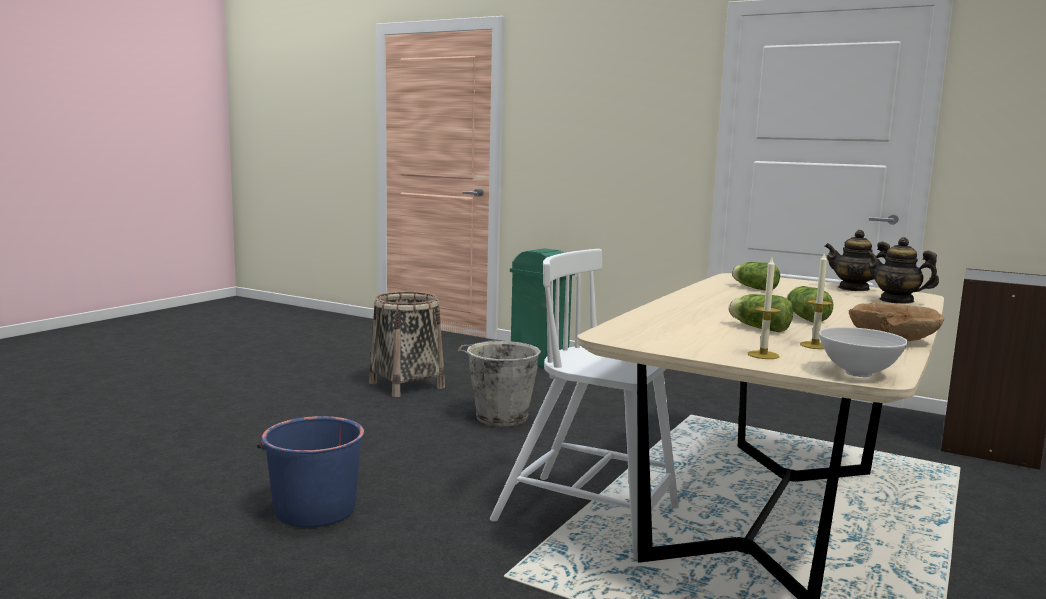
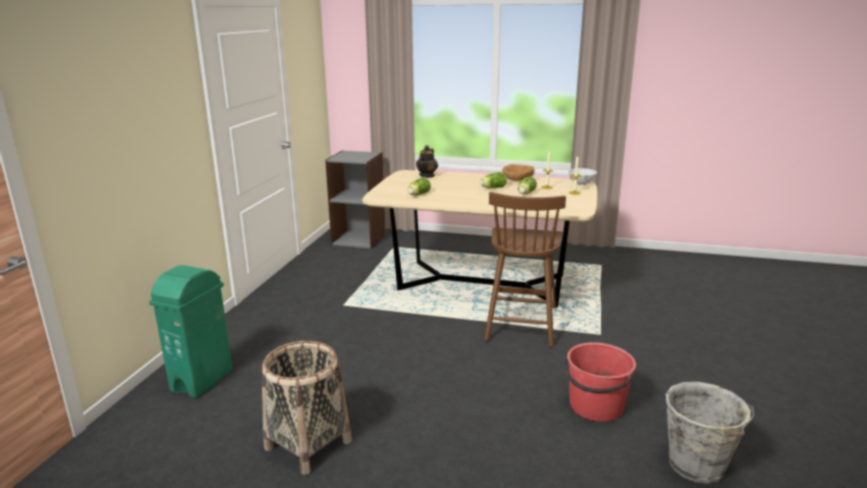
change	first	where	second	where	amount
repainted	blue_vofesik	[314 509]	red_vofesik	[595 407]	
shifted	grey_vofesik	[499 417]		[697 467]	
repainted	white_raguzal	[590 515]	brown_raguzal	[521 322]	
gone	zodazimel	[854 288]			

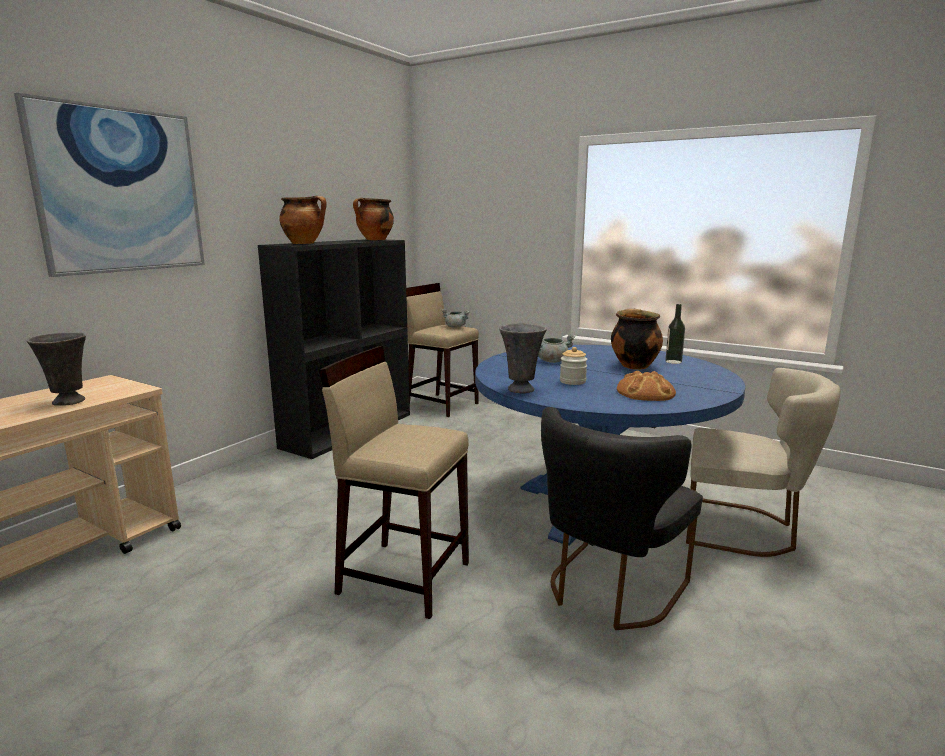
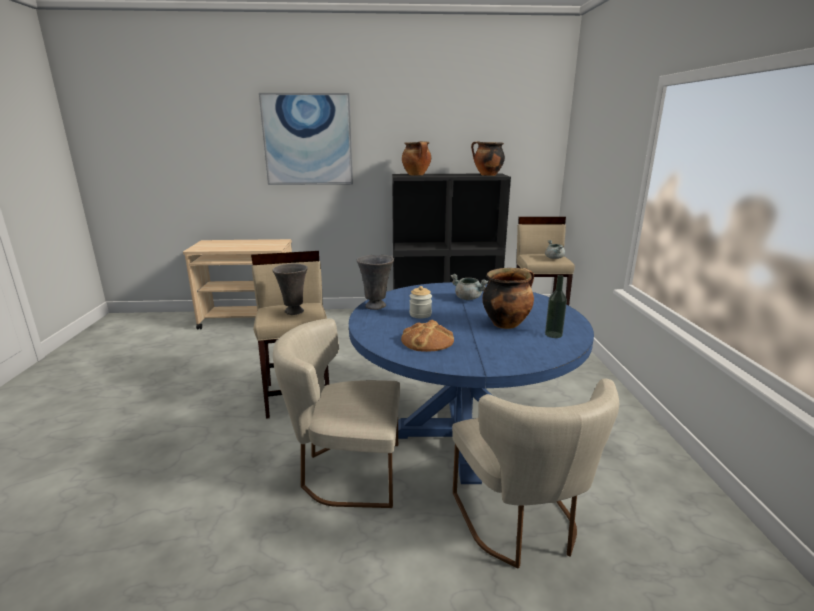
change	first	where	second	where	amount
shifted	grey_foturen	[69 402]		[294 312]	
repainted	black_raguzal	[609 591]	beige_raguzal	[345 472]	

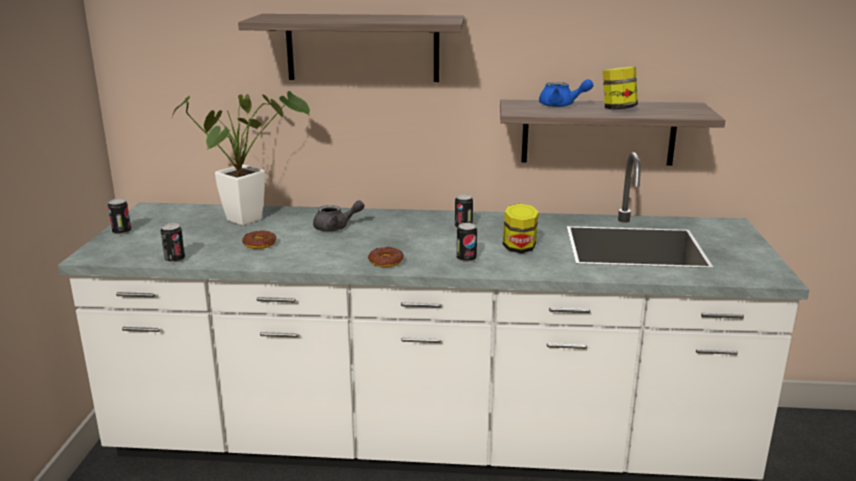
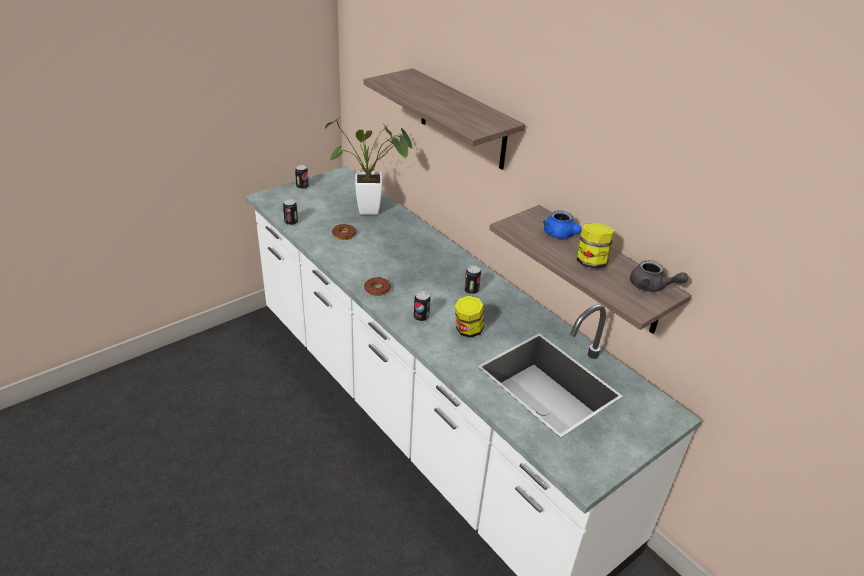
change	first	where	second	where	amount
shifted	grey_zodazimel	[336 227]		[652 287]	

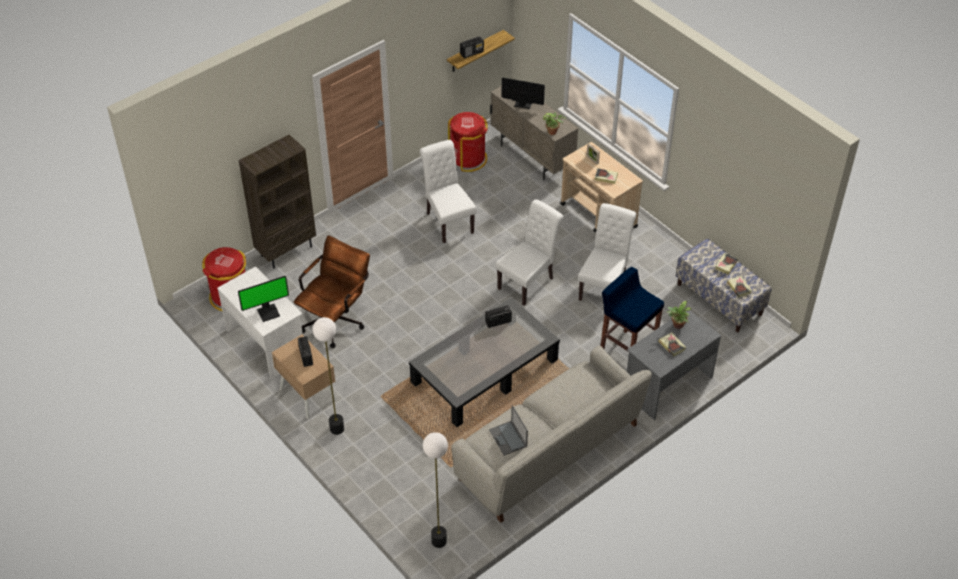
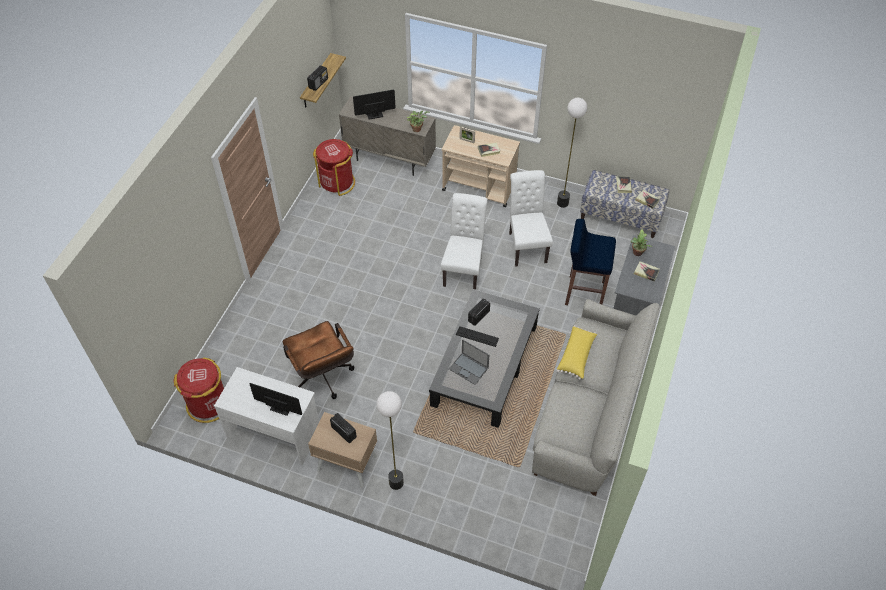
change	first	where	second	where	amount
rotated	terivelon	[268 312]		[281 406]	105 degrees counterclockwise
gone	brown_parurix	[286 250]			
rotated	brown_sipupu	[336 319]		[323 379]	150 degrees clockwise
gone	white_raguzal	[448 221]			
shifted	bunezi	[439 541]		[562 203]	
shifted	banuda	[508 438]		[469 368]	
new			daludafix	[477 336]	
new			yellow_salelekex	[576 356]	

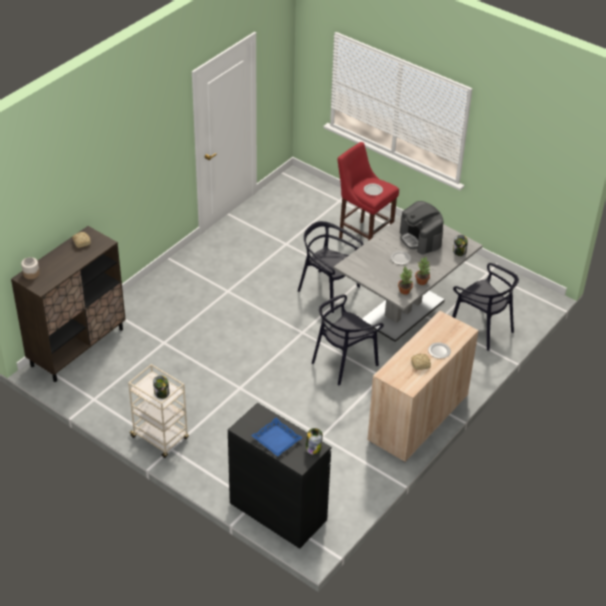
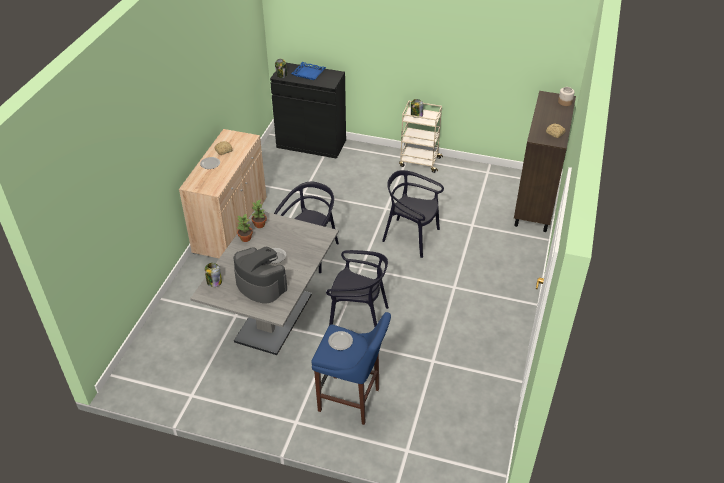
change	first	where	second	where	amount
repainted	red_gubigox	[363 236]	blue_gubigox	[352 401]	
shifted	black_raguzal	[481 328]		[411 237]	

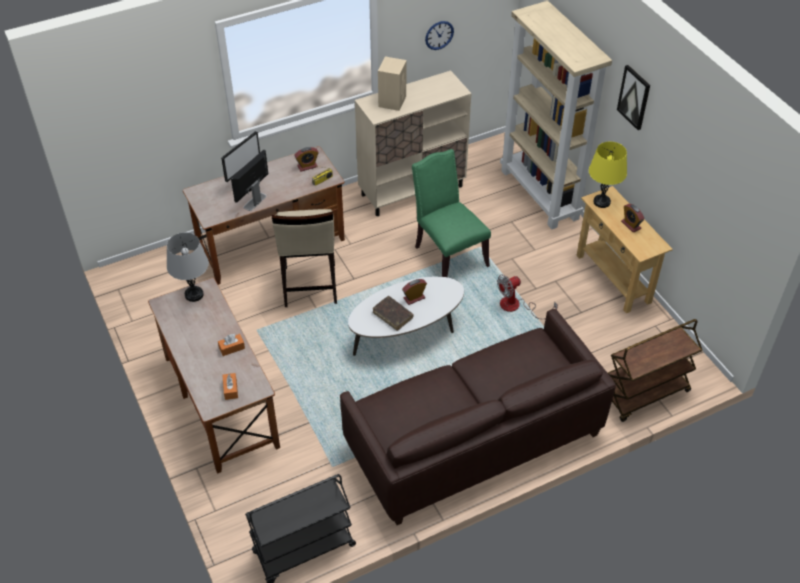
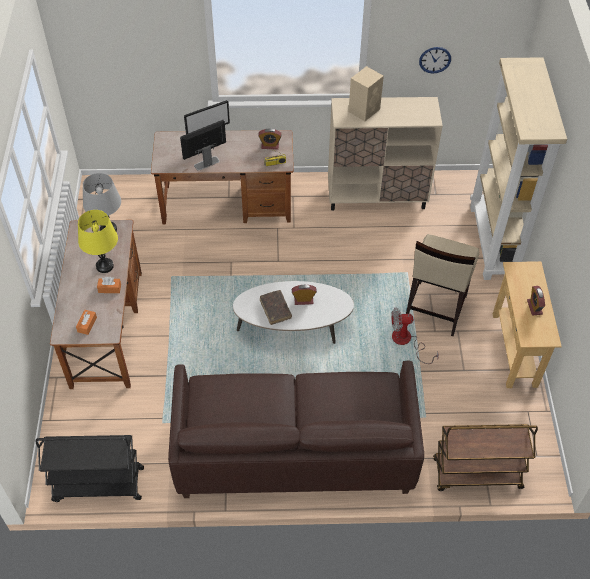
change	first	where	second	where	amount
shifted	beige_gubigox	[309 286]		[435 309]	
gone	green_raguzal	[448 255]			
shifted	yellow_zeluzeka	[601 202]		[104 266]	
gone	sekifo	[634 97]			

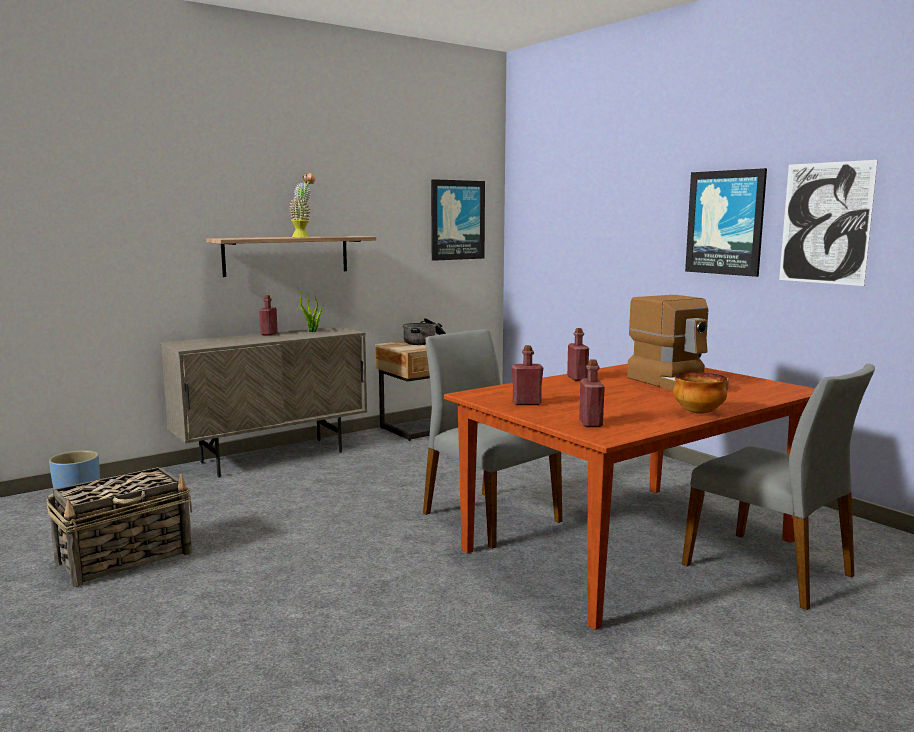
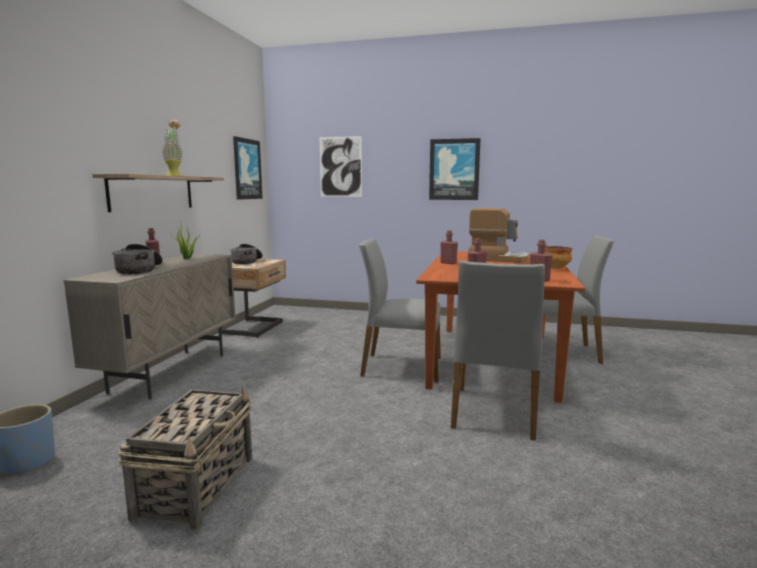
change	first	where	second	where	amount
shifted	sekifo	[825 223]		[340 167]	
new			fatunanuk	[139 270]	
new			grey_raguzal	[495 412]	

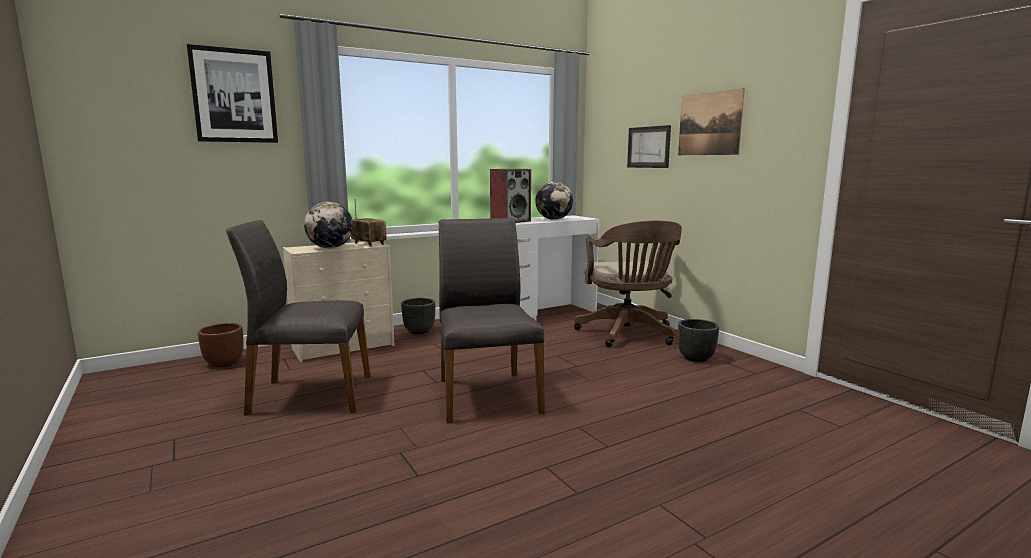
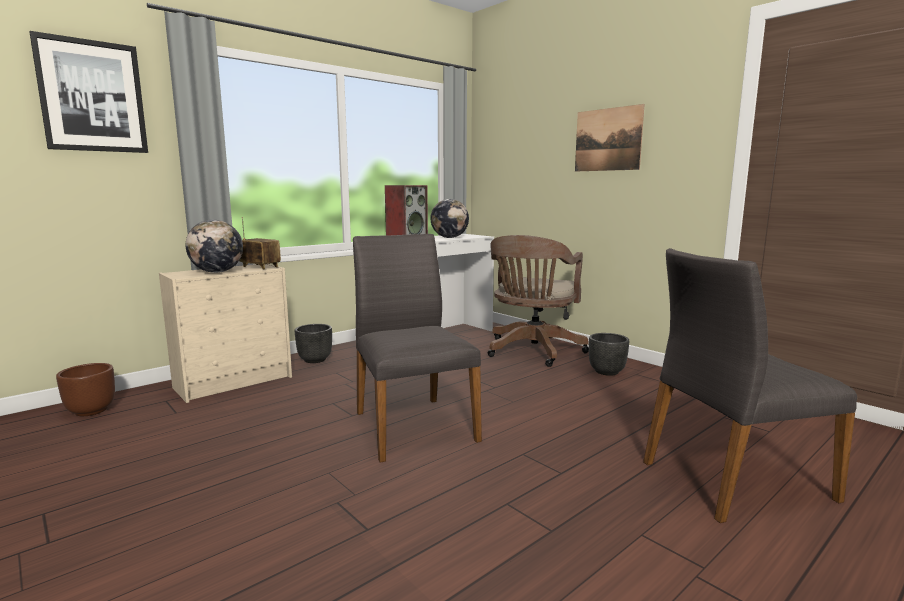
change	first	where	second	where	amount
shifted	grey_raguzal	[310 395]		[732 479]	
rotated	brown_sipupu	[628 334]		[532 351]	45 degrees clockwise
gone	sekifo	[648 147]			

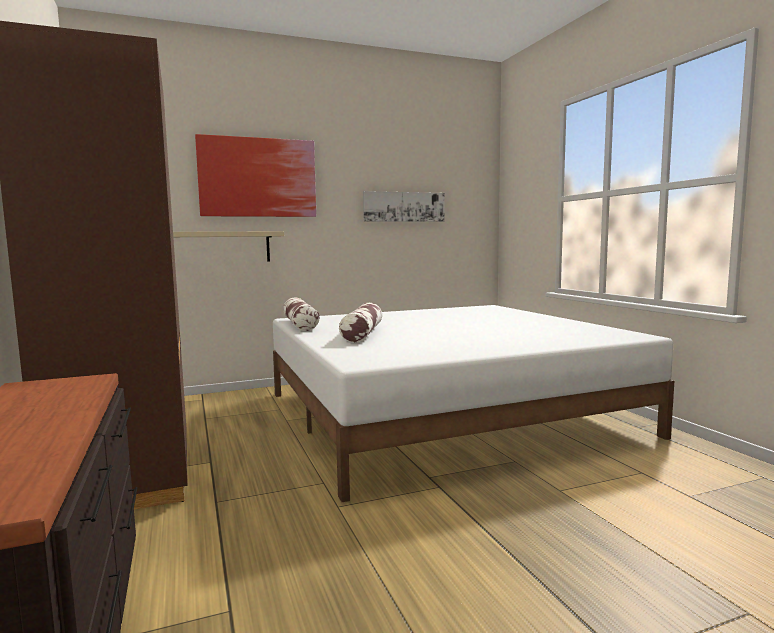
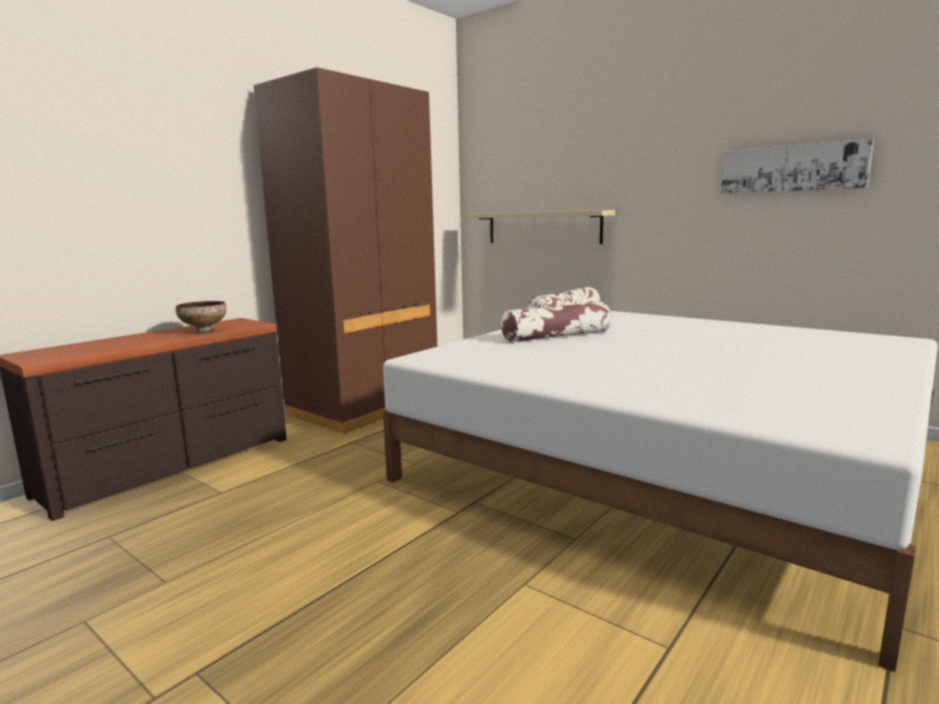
change	first	where	second	where	amount
gone	sekifo	[258 177]			
new			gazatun	[204 332]	

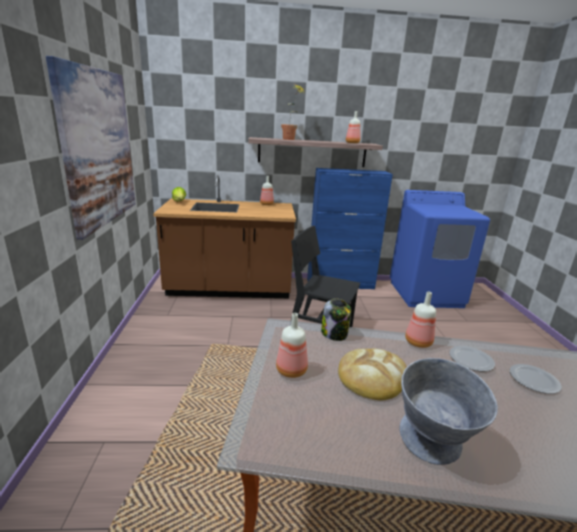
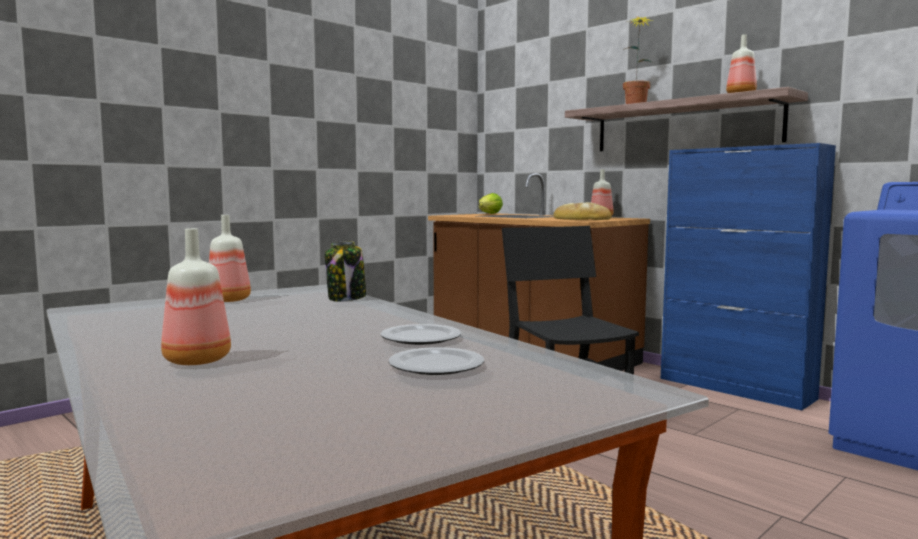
change	first	where	second	where	amount
gone	sekifo	[98 148]			
shifted	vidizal	[372 376]		[581 219]	
gone	grey_gazatun	[431 449]			
shifted	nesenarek	[418 343]		[195 361]	

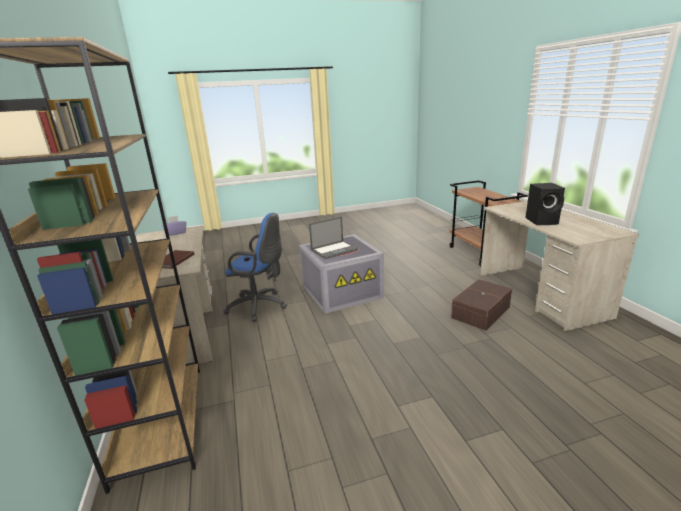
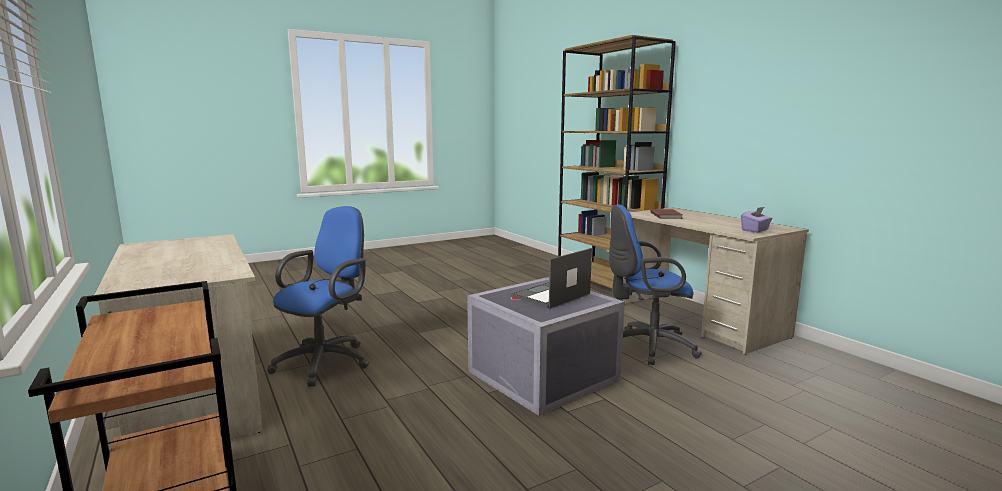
change	first	where	second	where	amount
swapped	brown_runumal	[479 312]	blue_sipupu	[327 361]	
gone	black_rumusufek	[542 221]			

